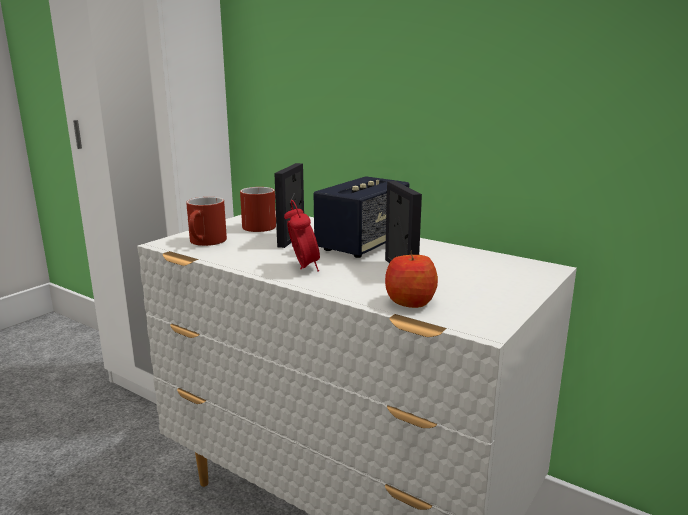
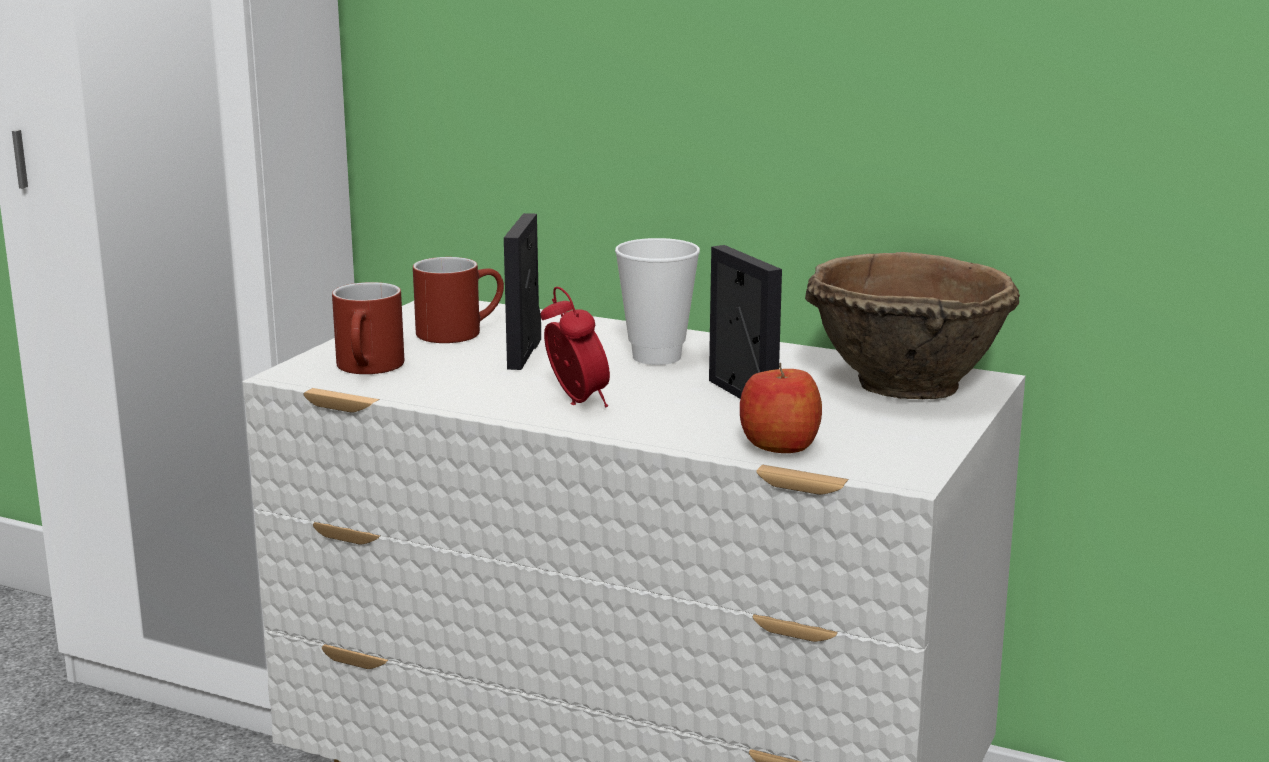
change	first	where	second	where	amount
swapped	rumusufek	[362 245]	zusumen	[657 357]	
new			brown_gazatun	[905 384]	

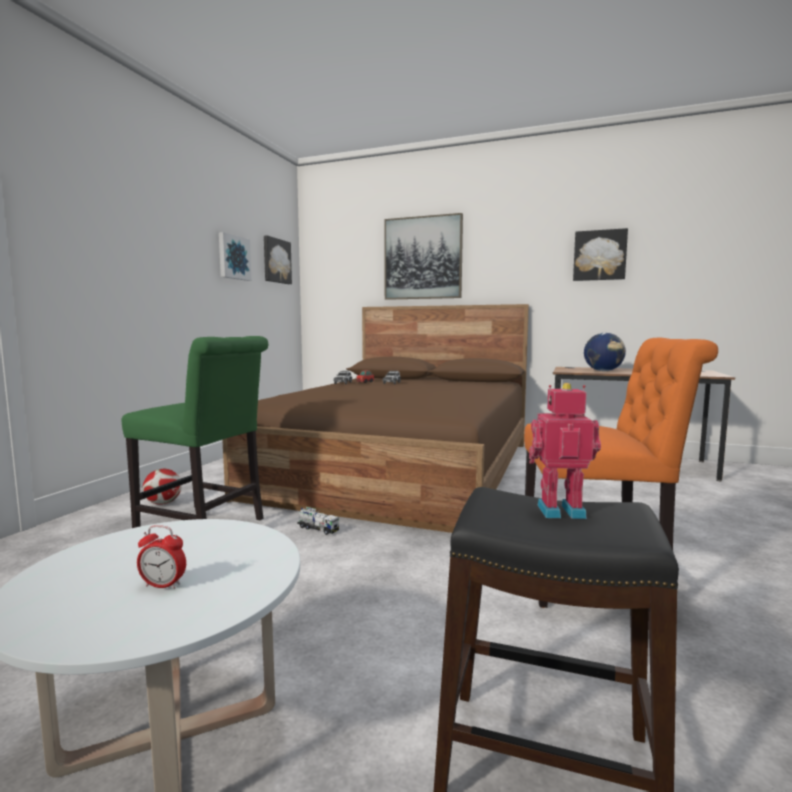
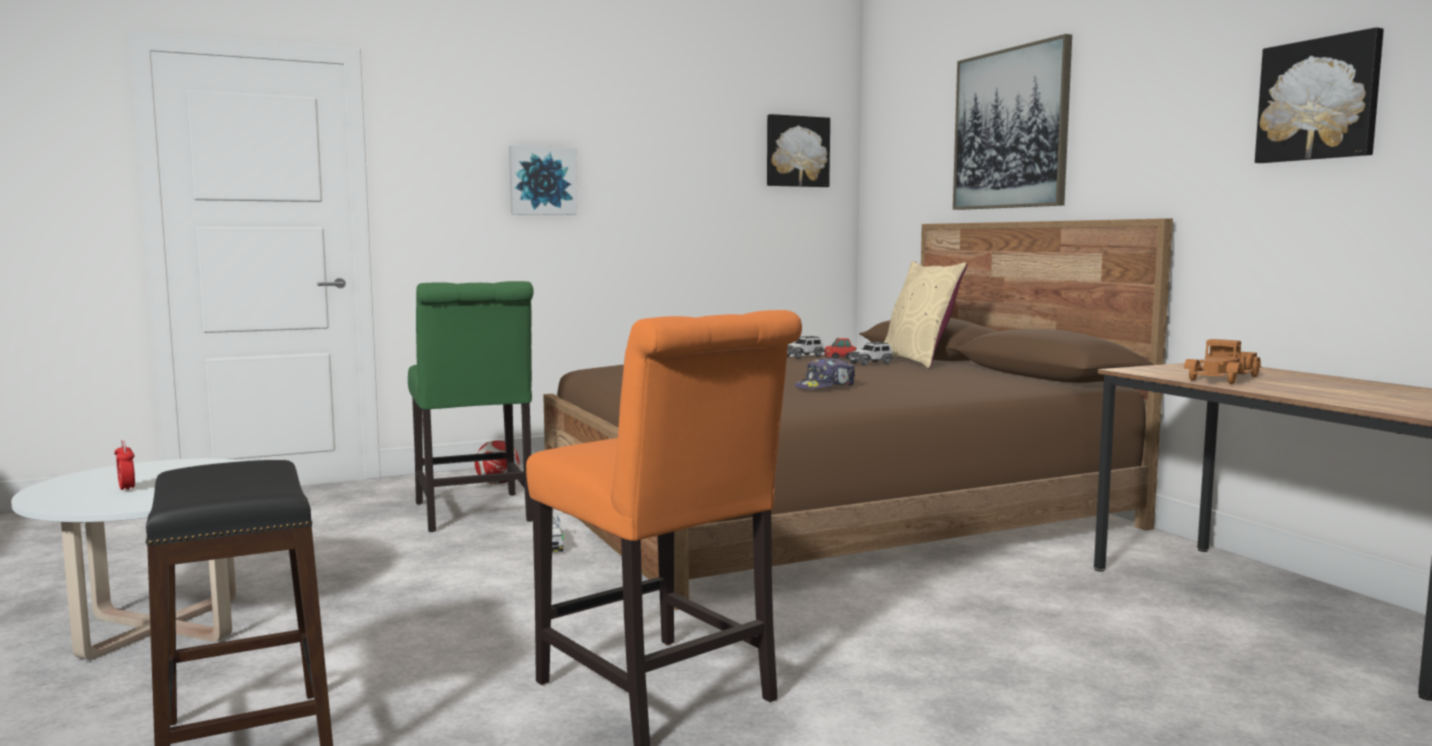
change	first	where	second	where	amount
shifted	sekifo	[233 257]		[542 181]	
gone	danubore	[560 510]			
swapped	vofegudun	[603 371]	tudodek	[1224 378]	
new			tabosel	[825 387]	
new			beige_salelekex	[919 361]	

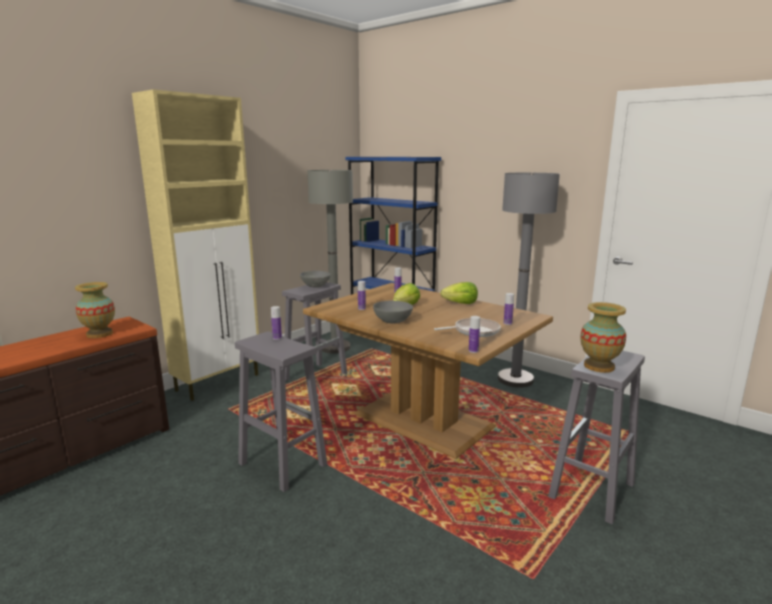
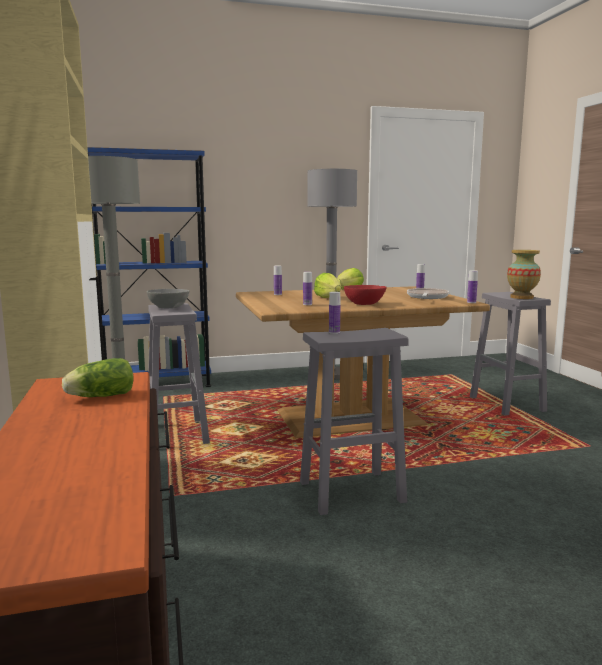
change	first	where	second	where	amount
swapped	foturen	[99 334]	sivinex	[99 396]	
repainted	grey_gazatun	[393 321]	red_gazatun	[364 304]	

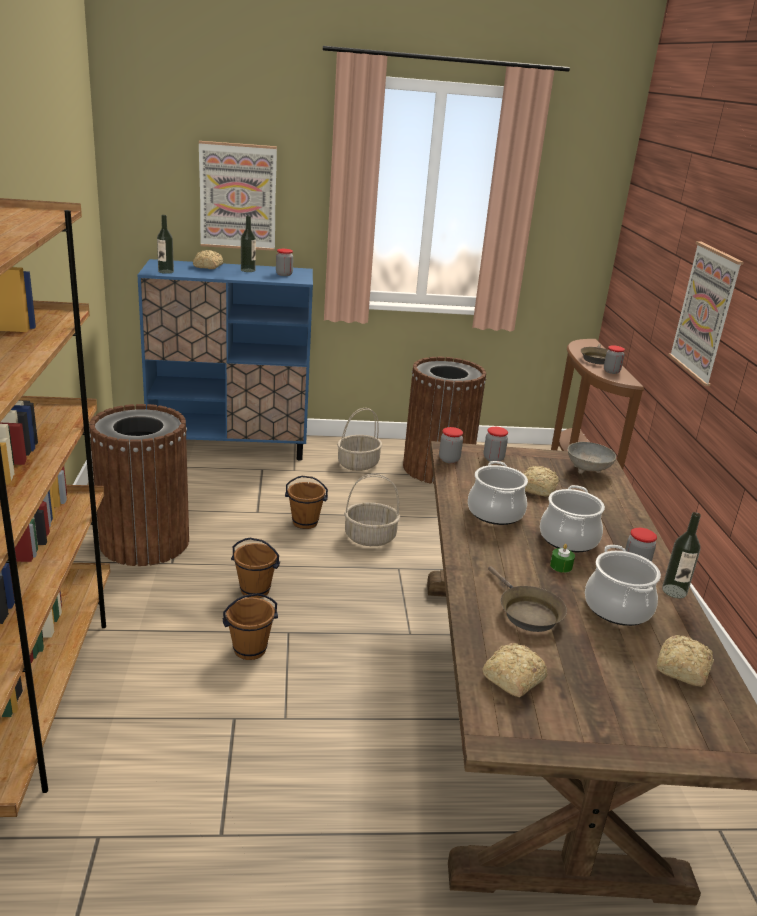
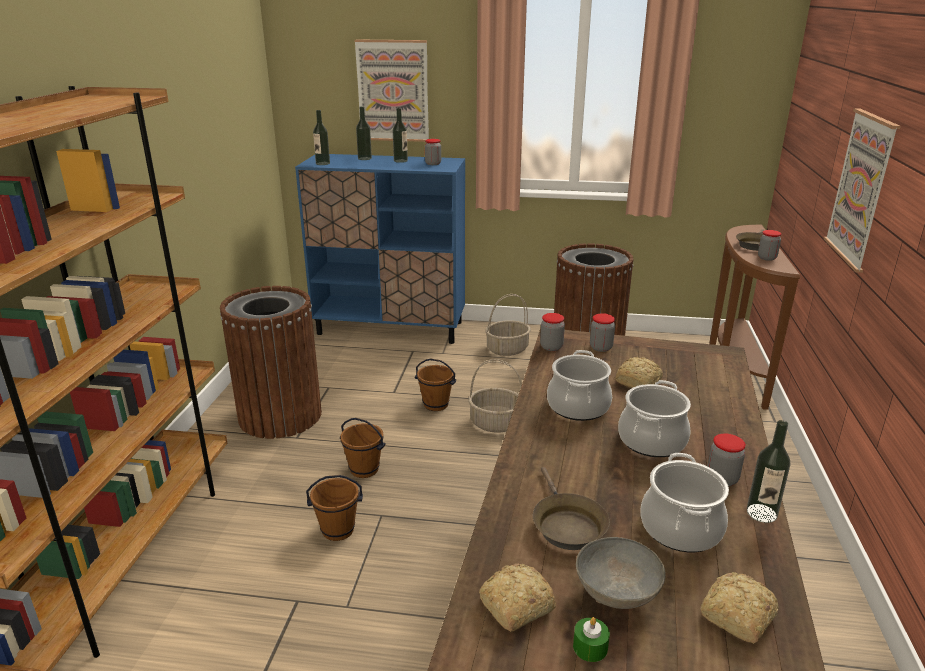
change	first	where	second	where	amount
swapped	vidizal	[207 266]	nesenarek	[364 158]	
shifted	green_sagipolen	[561 566]		[590 647]	
shifted	grey_gazatun	[587 471]		[615 596]	

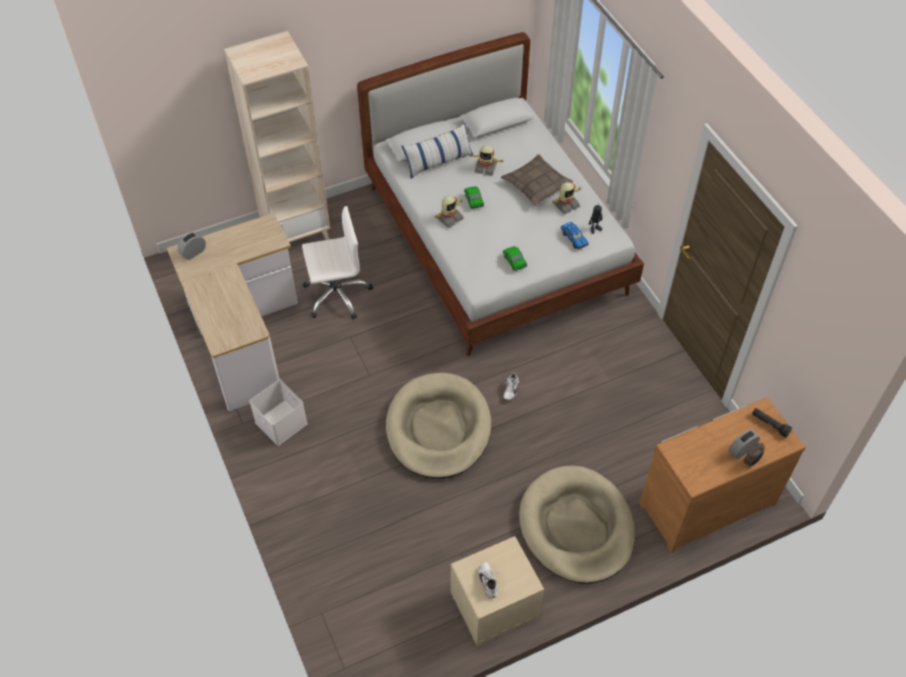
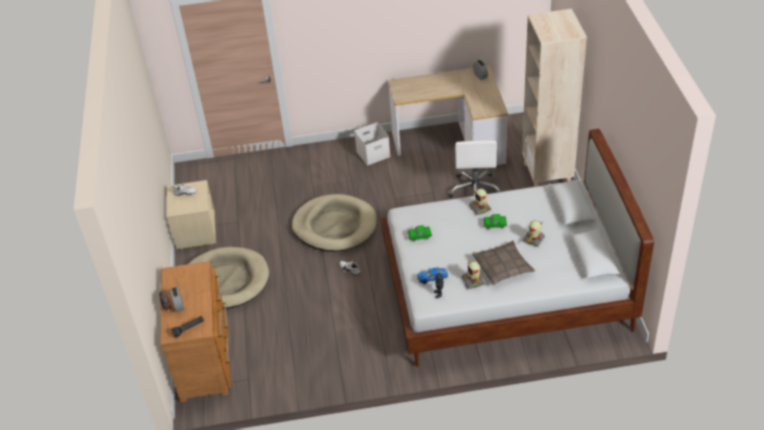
change	first	where	second	where	amount
gone	salelekex	[438 162]			

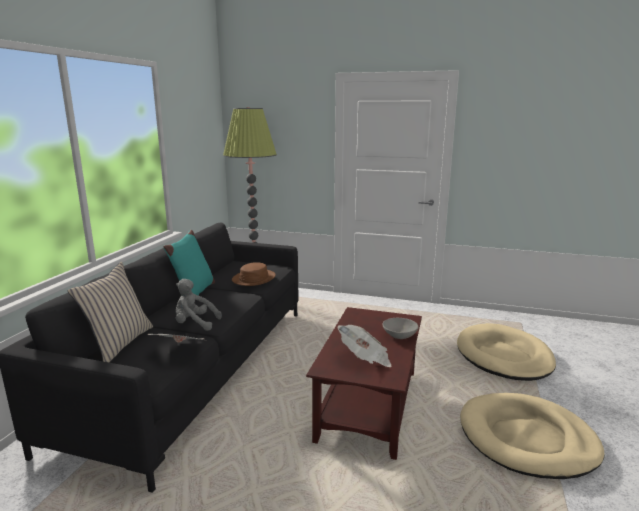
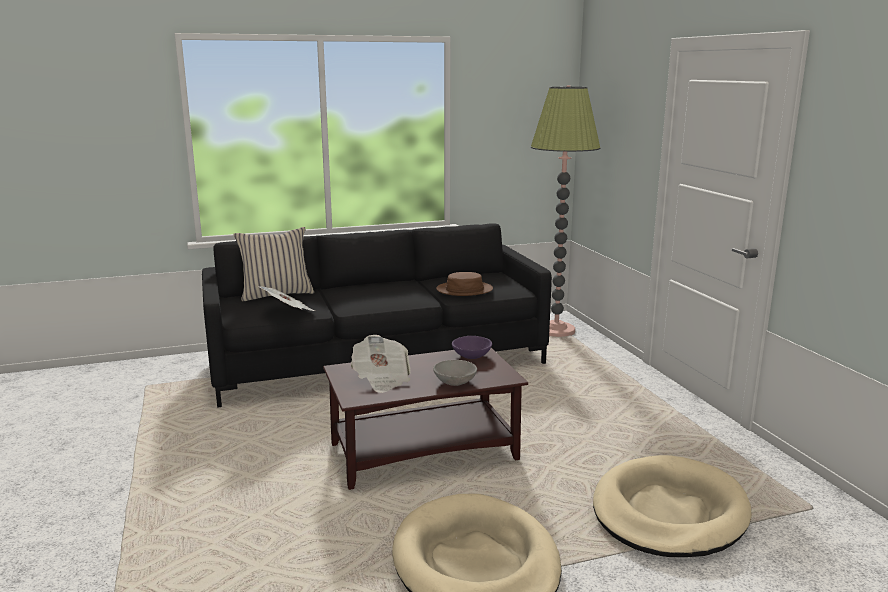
change	first	where	second	where	amount
gone	turquoise_salelekex	[194 292]			
gone	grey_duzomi	[195 324]			
new			purple_gazatun	[472 356]	

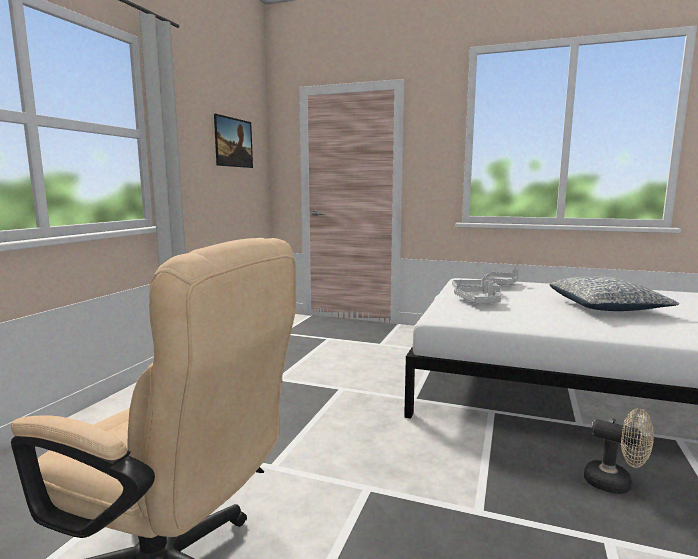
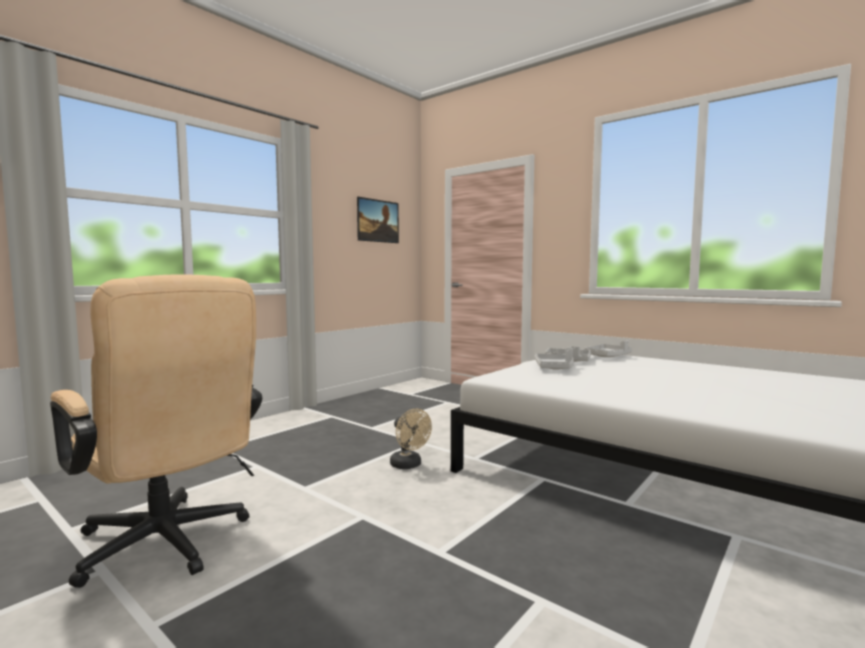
change	first	where	second	where	amount
gone	salelekex	[606 308]			
shifted	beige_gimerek	[615 484]		[409 465]	

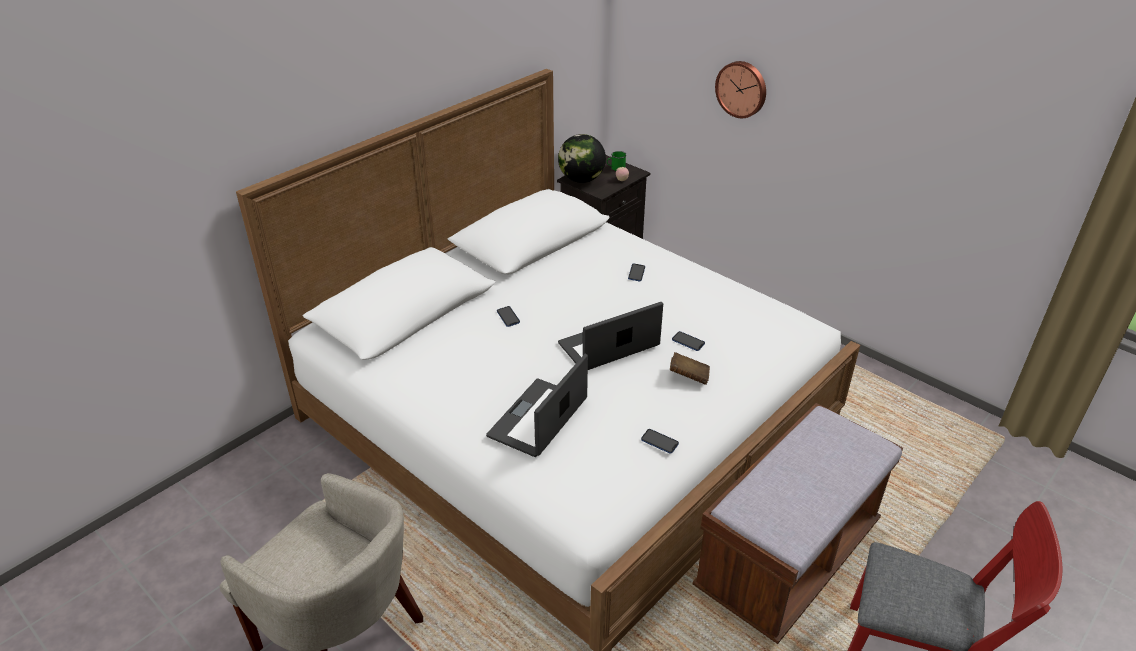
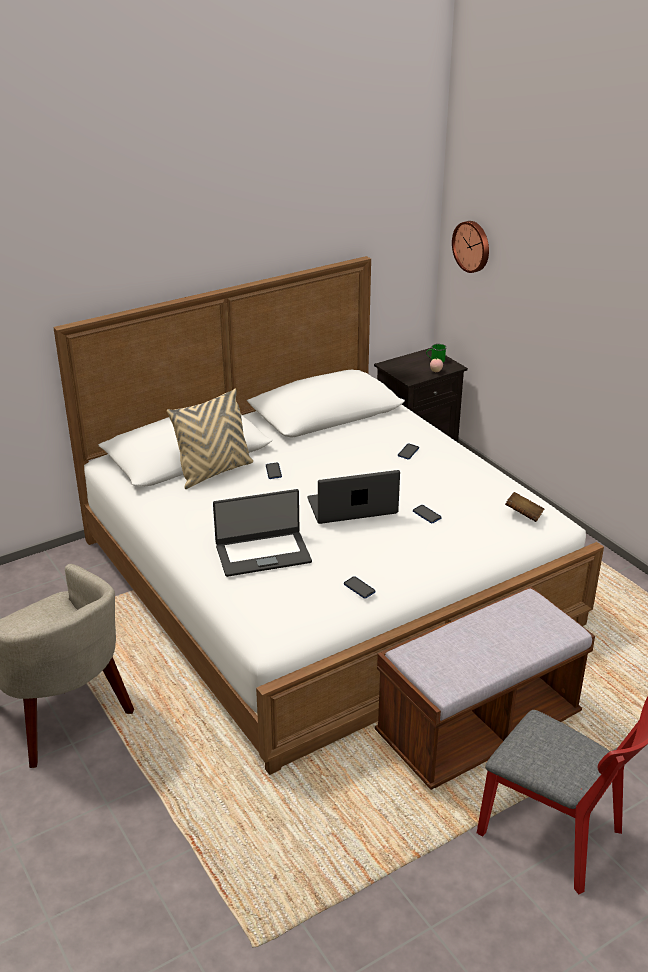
change	first	where	second	where	amount
rotated	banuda	[539 418]		[263 553]	150 degrees counterclockwise
gone	vofegudun	[581 180]			
shifted	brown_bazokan	[688 376]		[523 515]	
shifted	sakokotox	[742 89]		[472 246]	
new			beige_salelekex	[214 472]	

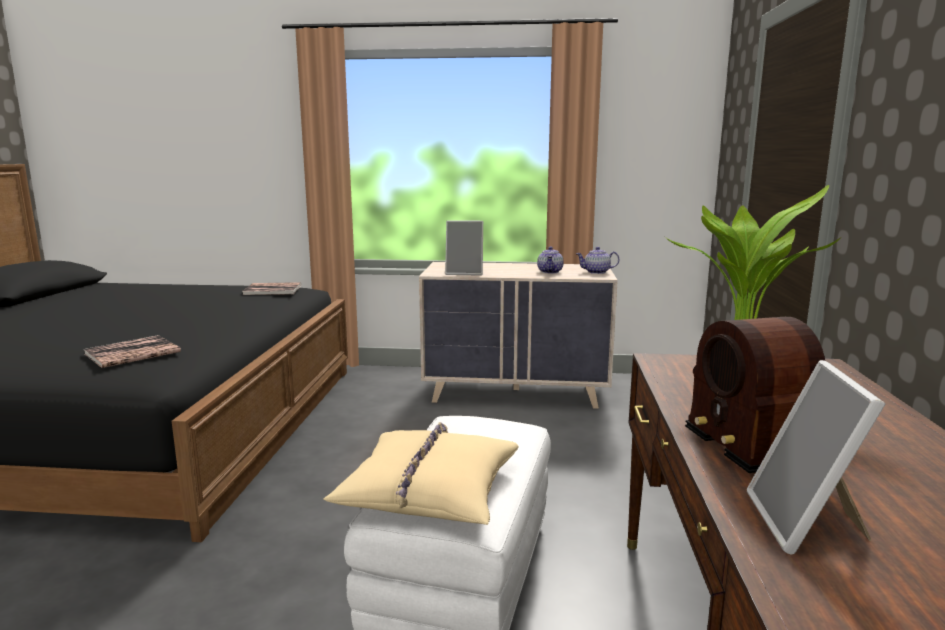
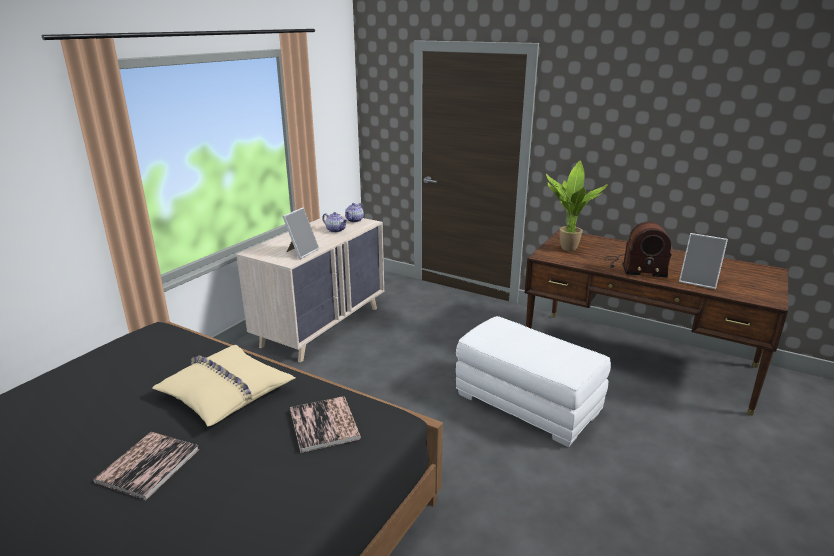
change	first	where	second	where	amount
shifted	bazokan	[272 290]		[148 465]	
shifted	beige_salelekex	[429 490]		[225 393]	

